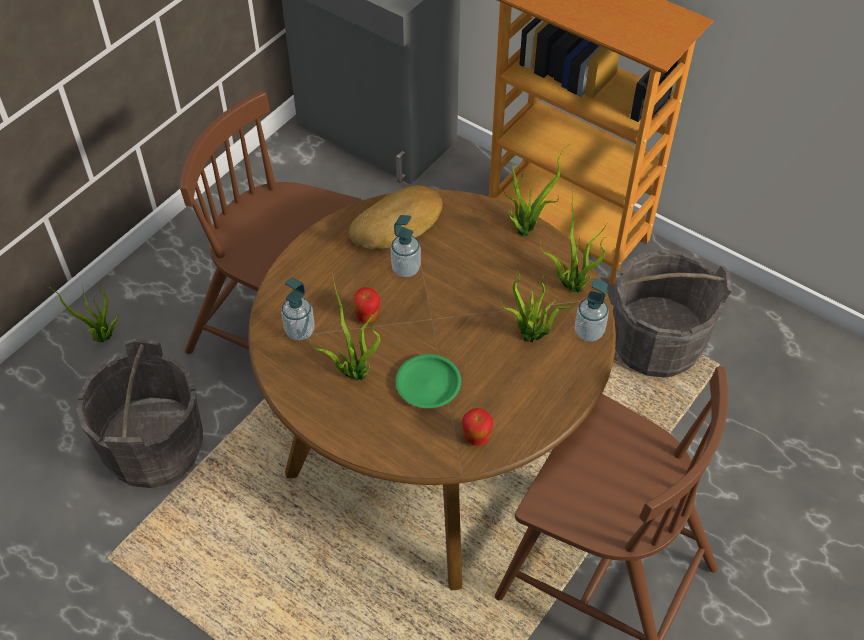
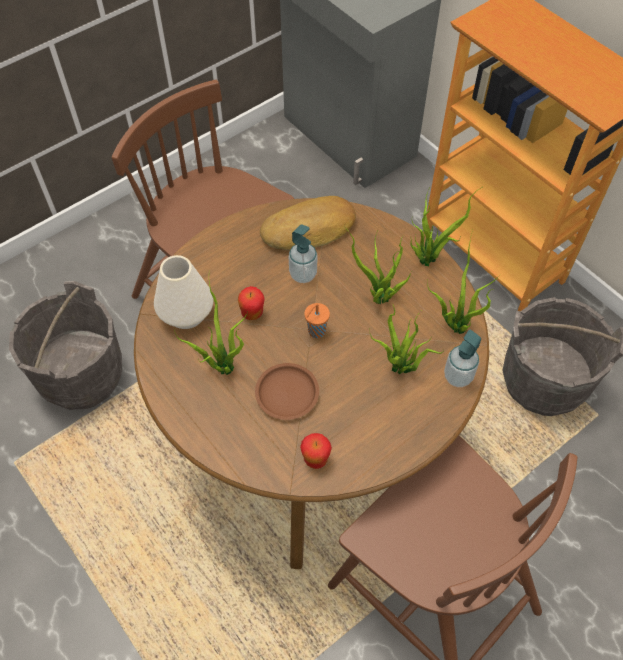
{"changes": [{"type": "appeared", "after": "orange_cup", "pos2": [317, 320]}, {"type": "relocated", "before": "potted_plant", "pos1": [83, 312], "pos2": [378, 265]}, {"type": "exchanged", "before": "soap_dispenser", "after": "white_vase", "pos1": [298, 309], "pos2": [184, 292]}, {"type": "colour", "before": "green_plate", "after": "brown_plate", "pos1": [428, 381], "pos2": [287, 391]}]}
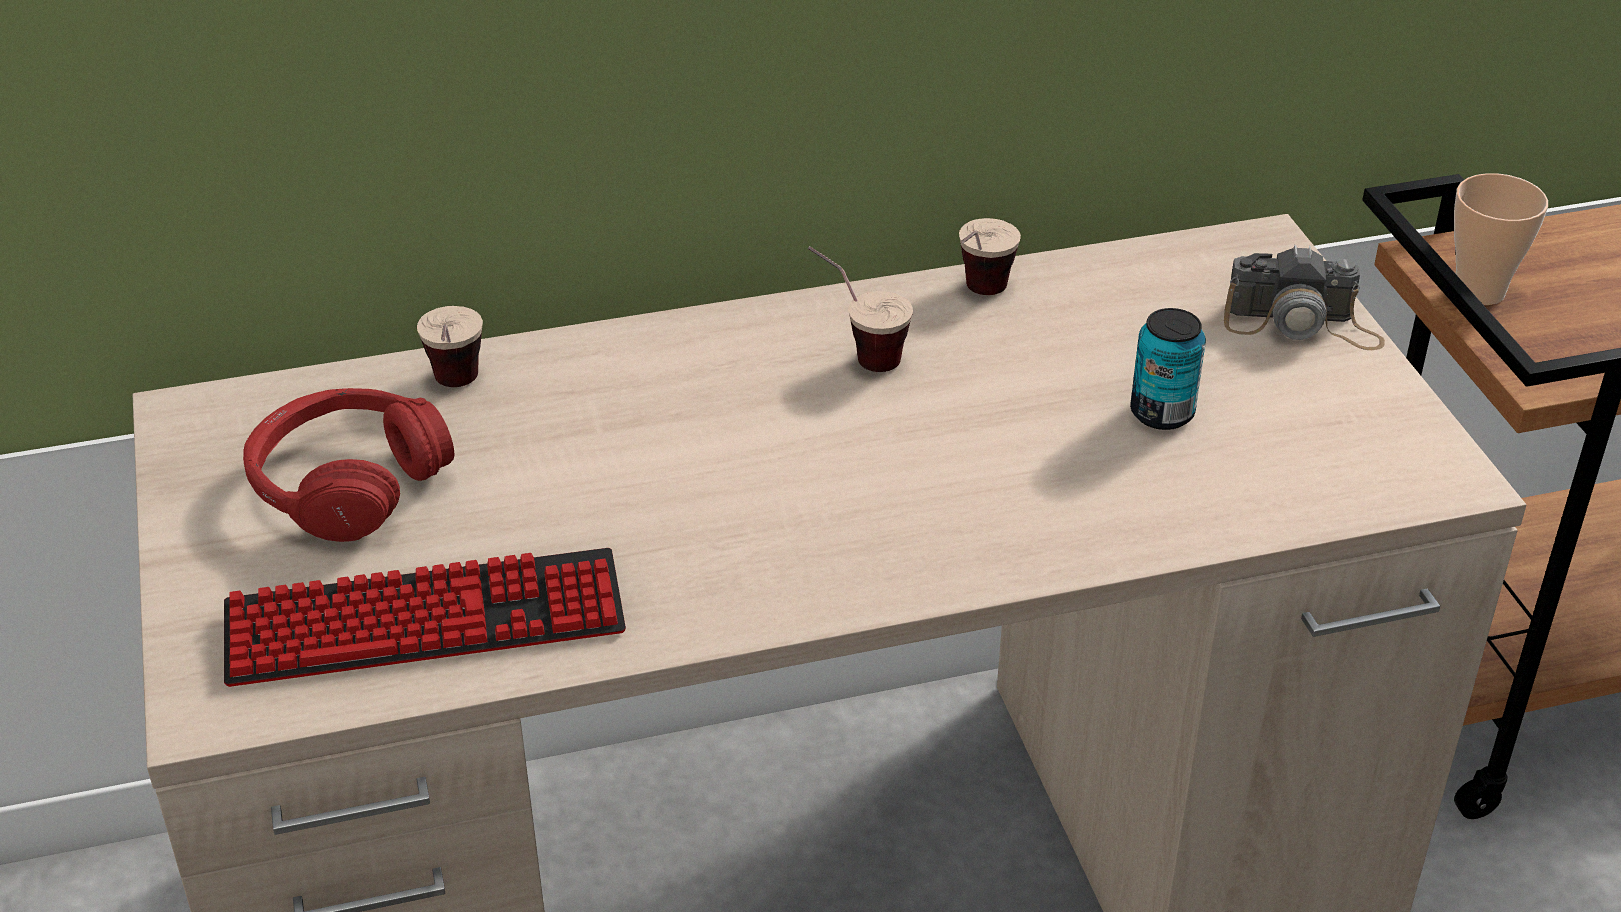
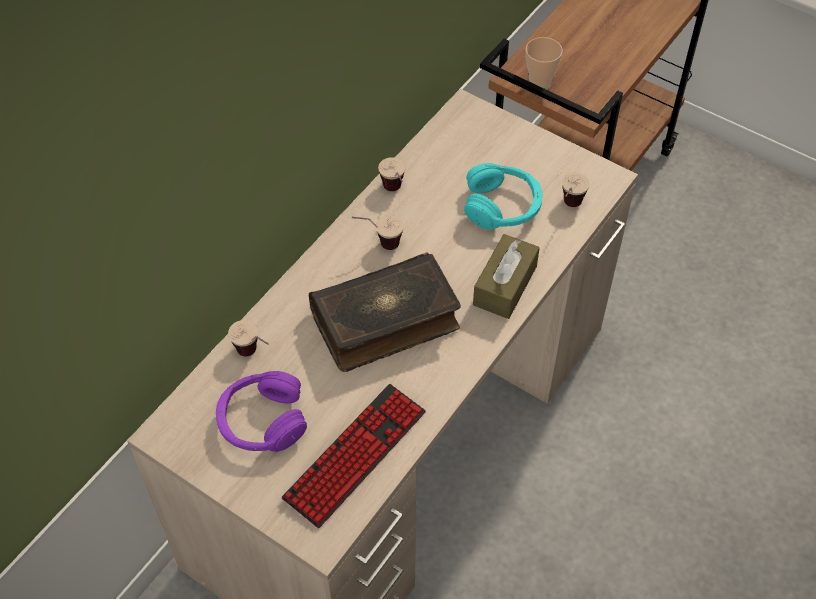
{"changes": [{"type": "missing", "before": "photo_camera", "pos1": [1304, 297]}, {"type": "appeared", "after": "book", "pos2": [385, 312]}, {"type": "appeared", "after": "brown_tissue_box", "pos2": [506, 276]}, {"type": "appeared", "after": "cup", "pos2": [576, 190]}, {"type": "exchanged", "before": "can", "after": "turquoise_headphones", "pos1": [1168, 369], "pos2": [503, 196]}, {"type": "colour", "before": "red_headphones", "after": "purple_headphones", "pos1": [348, 465], "pos2": [261, 411]}]}
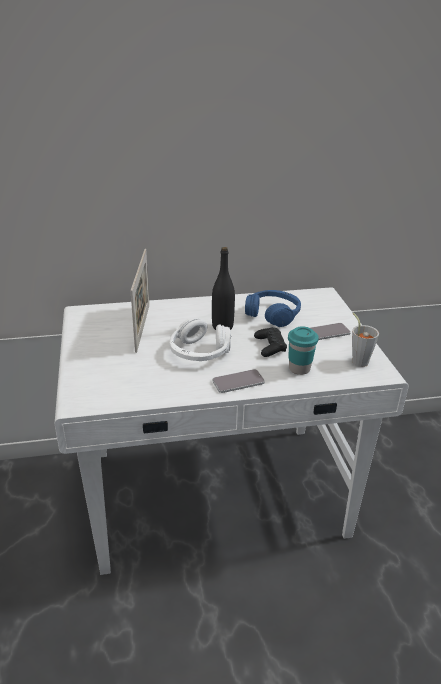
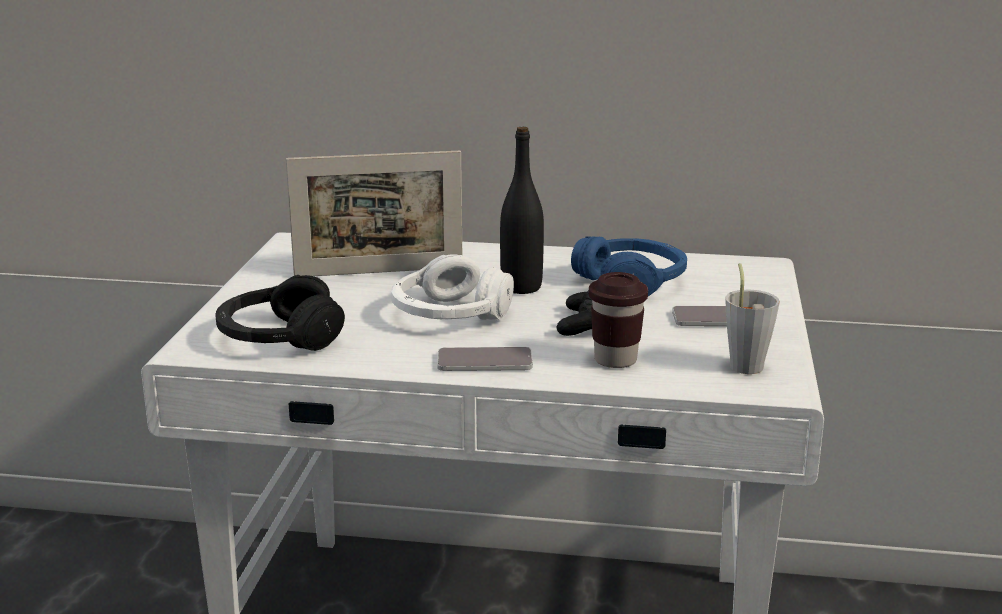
{"changes": [{"type": "appeared", "after": "black_headphones", "pos2": [280, 313]}, {"type": "colour", "before": "turquoise_cup", "after": "brown_cup", "pos1": [303, 350], "pos2": [618, 320]}, {"type": "spun", "before": "picture_frame", "pos1": [139, 301], "pos2": [374, 213], "turn": 60}]}
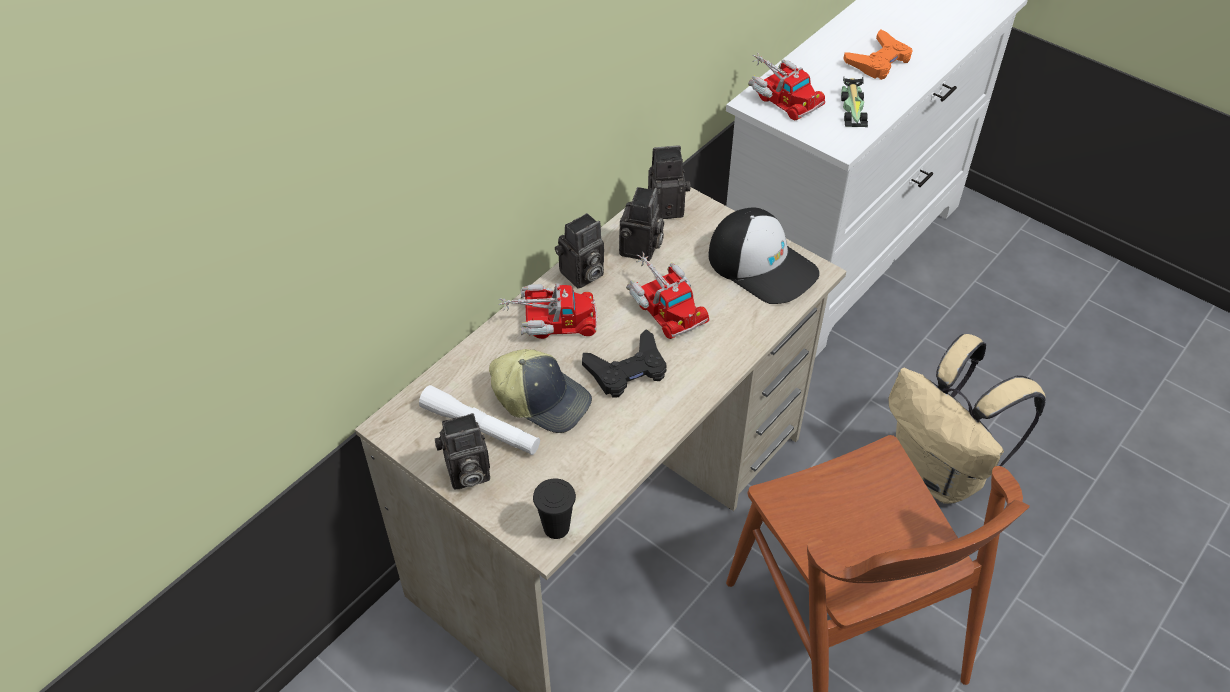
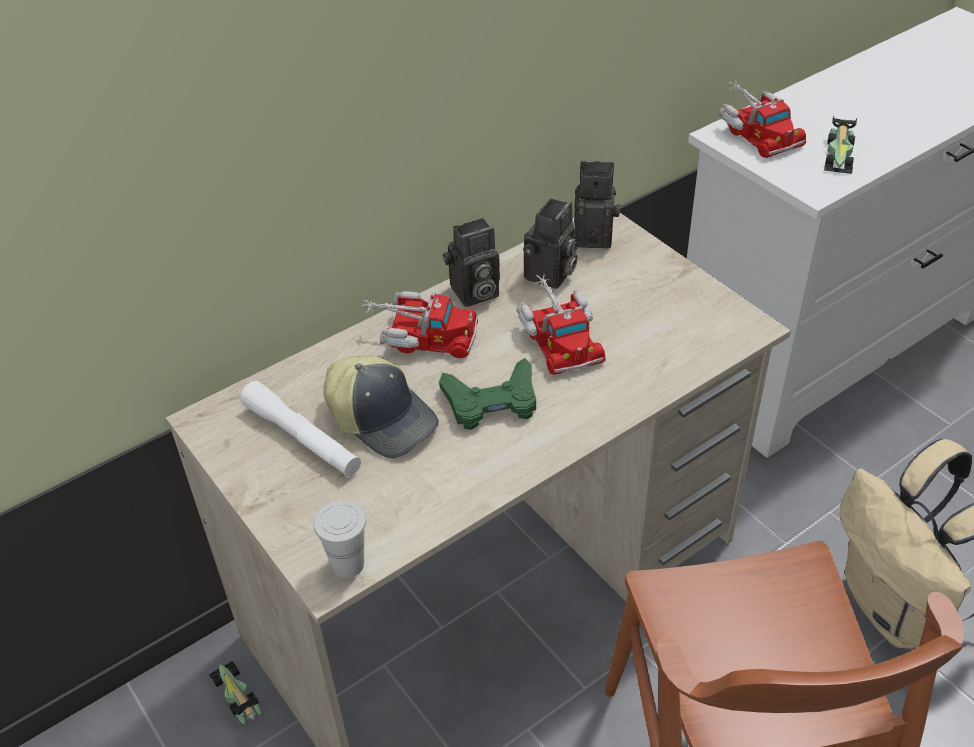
{"changes": [{"type": "missing", "before": "photo_camera", "pos1": [462, 451]}, {"type": "missing", "before": "cap", "pos1": [764, 255]}, {"type": "missing", "before": "orange_game_controller", "pos1": [878, 54]}, {"type": "appeared", "after": "toy_car", "pos2": [236, 693]}, {"type": "colour", "before": "black_cup", "after": "white_cup", "pos1": [554, 509], "pos2": [339, 539]}, {"type": "colour", "before": "black_game_controller", "after": "green_game_controller", "pos1": [624, 363], "pos2": [487, 394]}]}
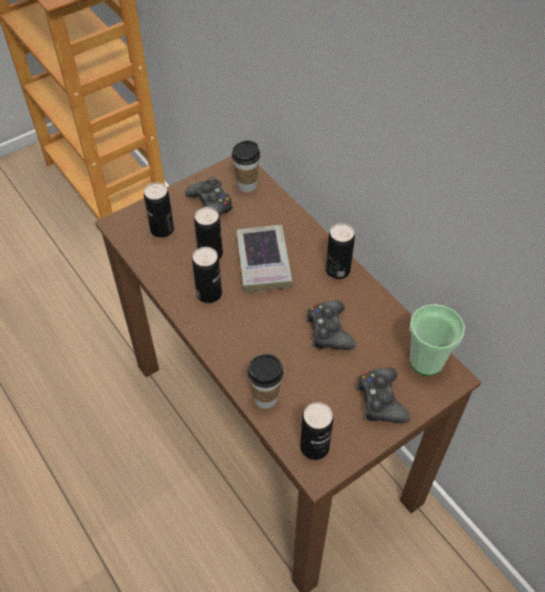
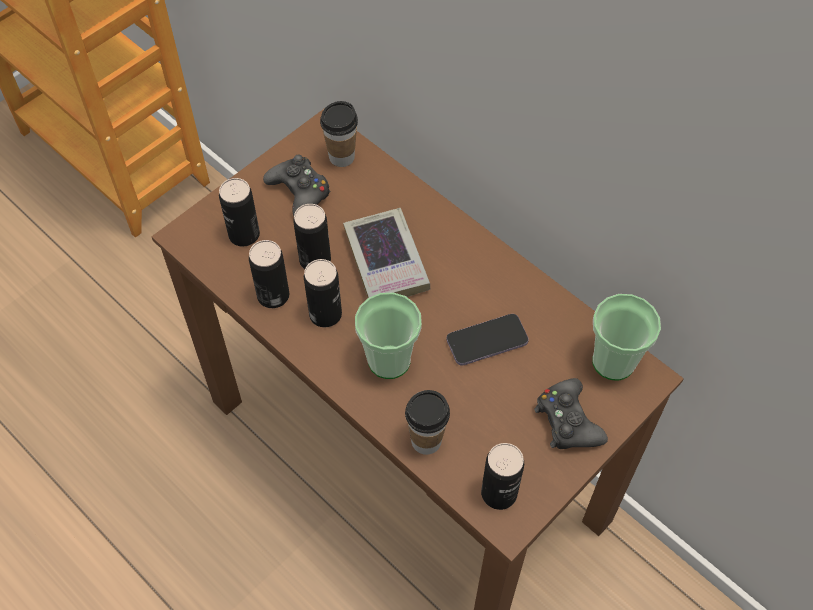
{"changes": [{"type": "appeared", "after": "cup", "pos2": [388, 335]}, {"type": "relocated", "before": "can", "pos1": [340, 251], "pos2": [269, 274]}, {"type": "exchanged", "before": "black_game_controller", "after": "phone", "pos1": [331, 325], "pos2": [488, 340]}]}
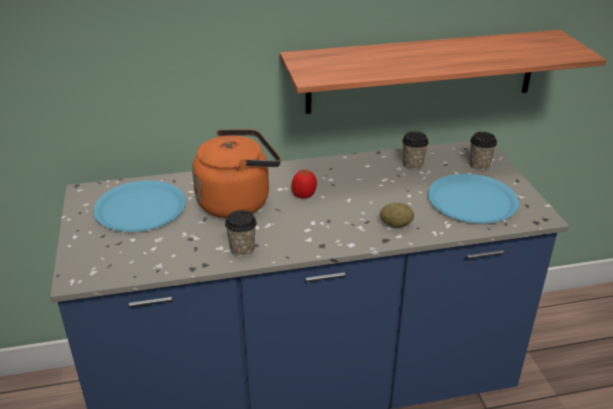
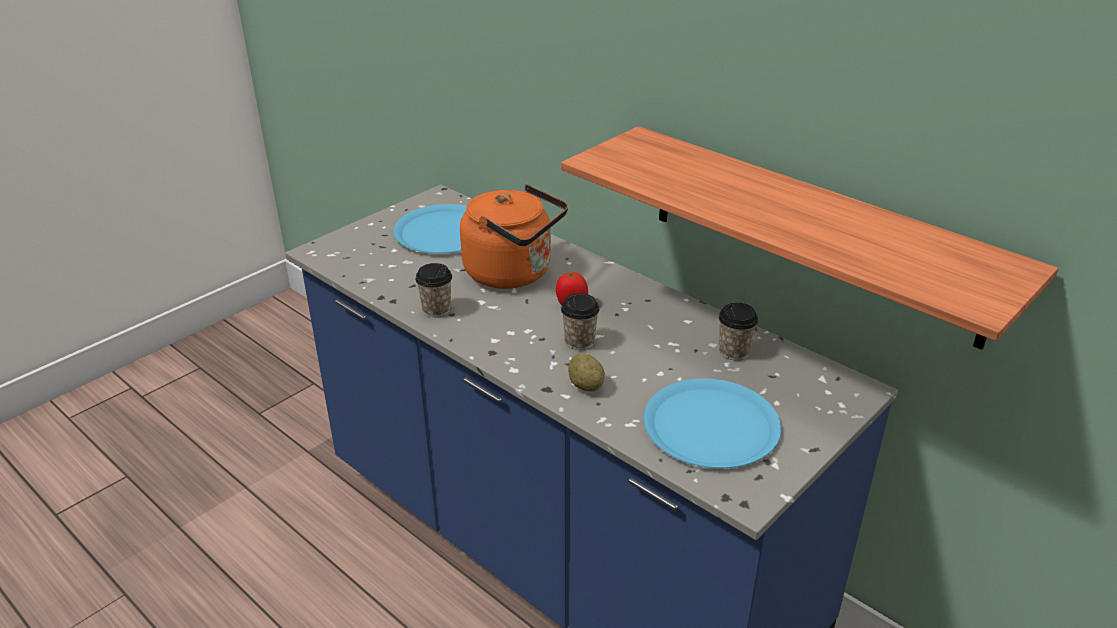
{"changes": [{"type": "relocated", "before": "cup", "pos1": [483, 151], "pos2": [580, 321]}]}
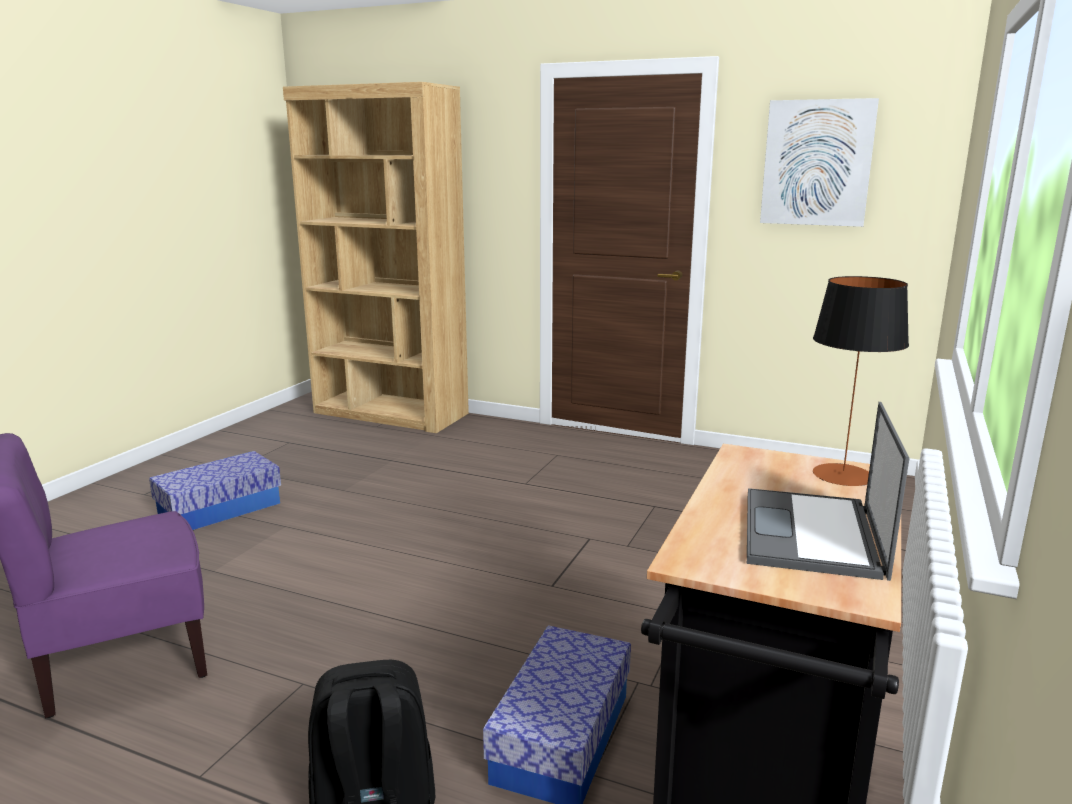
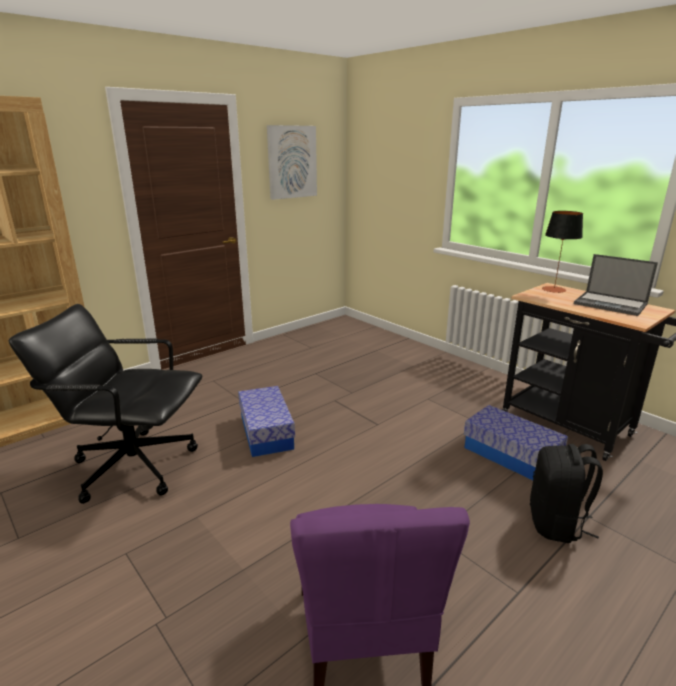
{"changes": [{"type": "appeared", "after": "black_office_chair", "pos2": [105, 404]}, {"type": "relocated", "before": "storage_box", "pos1": [215, 490], "pos2": [266, 421]}]}
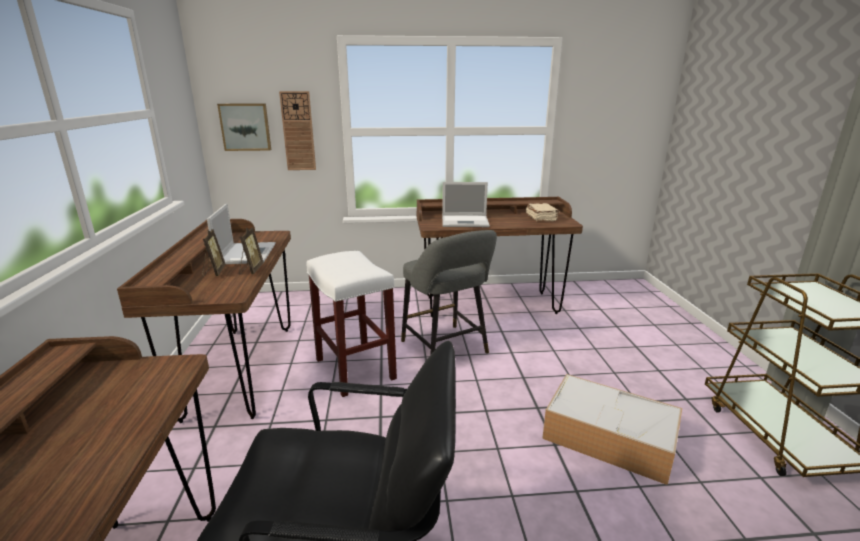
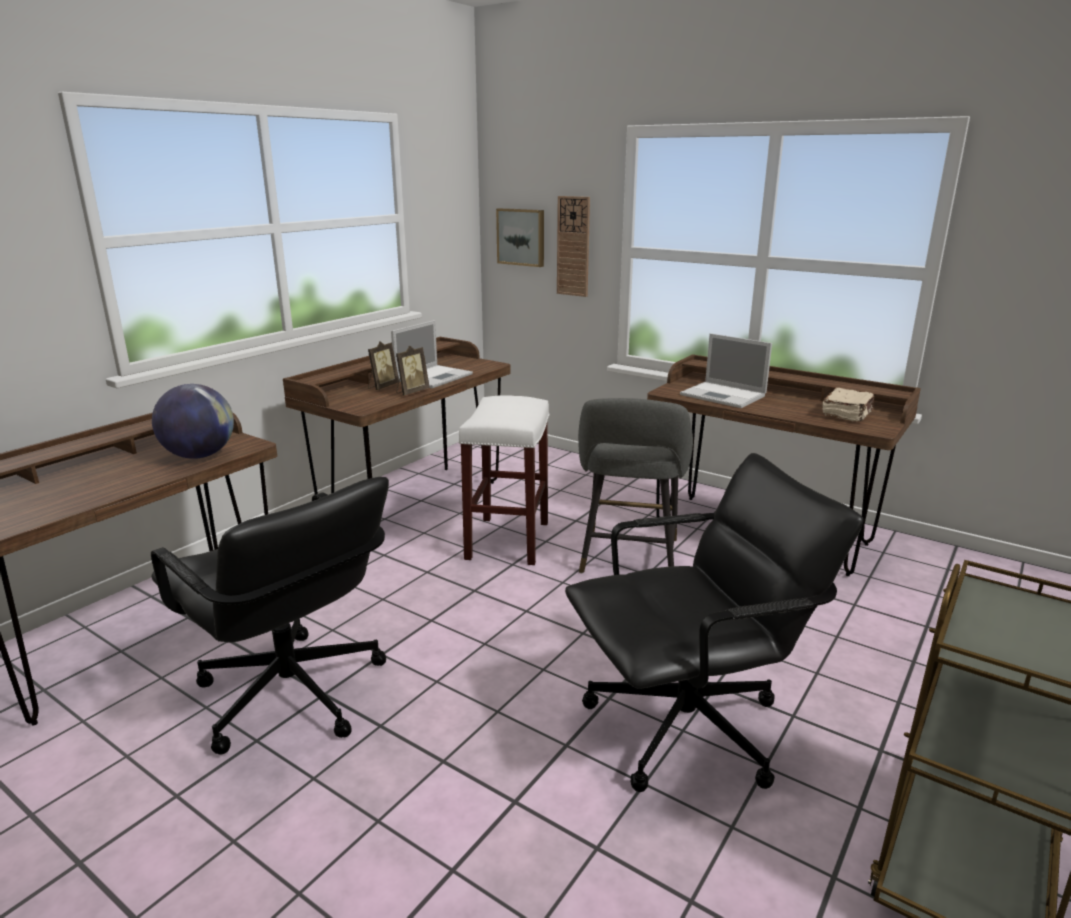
{"changes": [{"type": "appeared", "after": "globe", "pos2": [193, 421]}, {"type": "exchanged", "before": "storage_box", "after": "black_office_chair", "pos1": [612, 429], "pos2": [714, 622]}]}
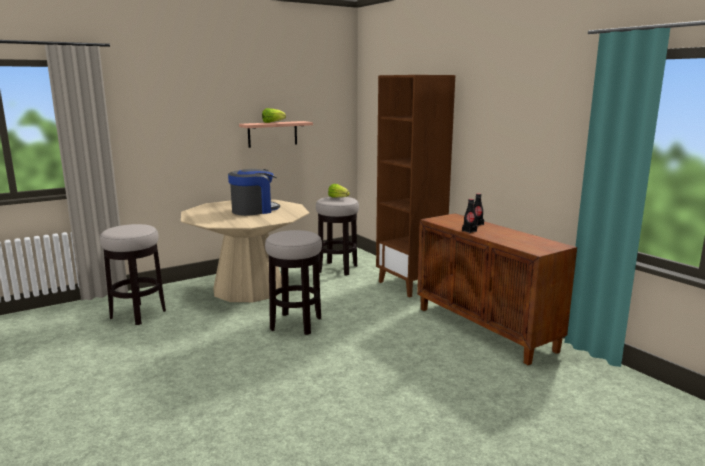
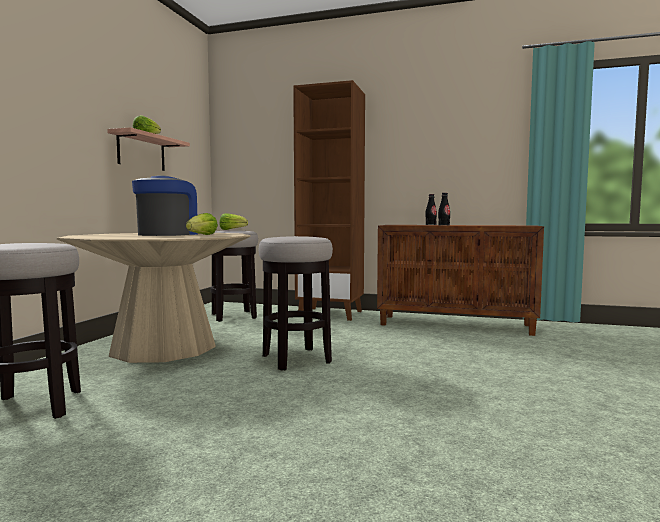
{"changes": [{"type": "appeared", "after": "lettuce", "pos2": [202, 224]}]}
